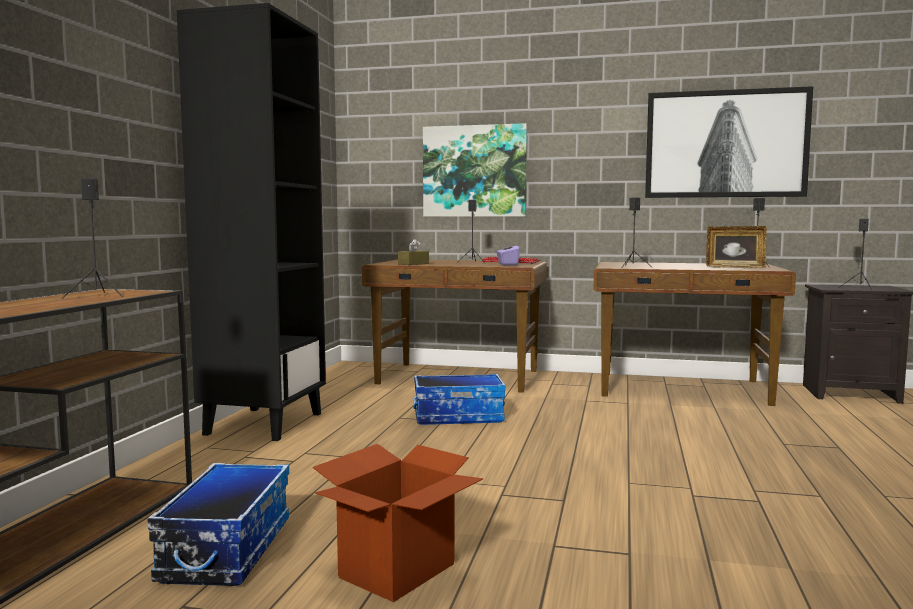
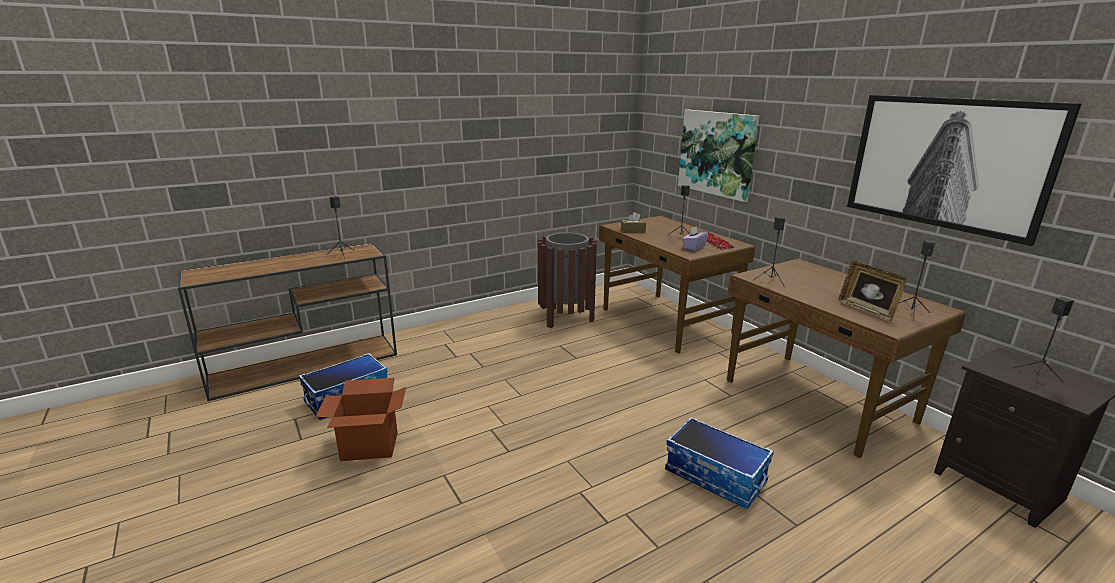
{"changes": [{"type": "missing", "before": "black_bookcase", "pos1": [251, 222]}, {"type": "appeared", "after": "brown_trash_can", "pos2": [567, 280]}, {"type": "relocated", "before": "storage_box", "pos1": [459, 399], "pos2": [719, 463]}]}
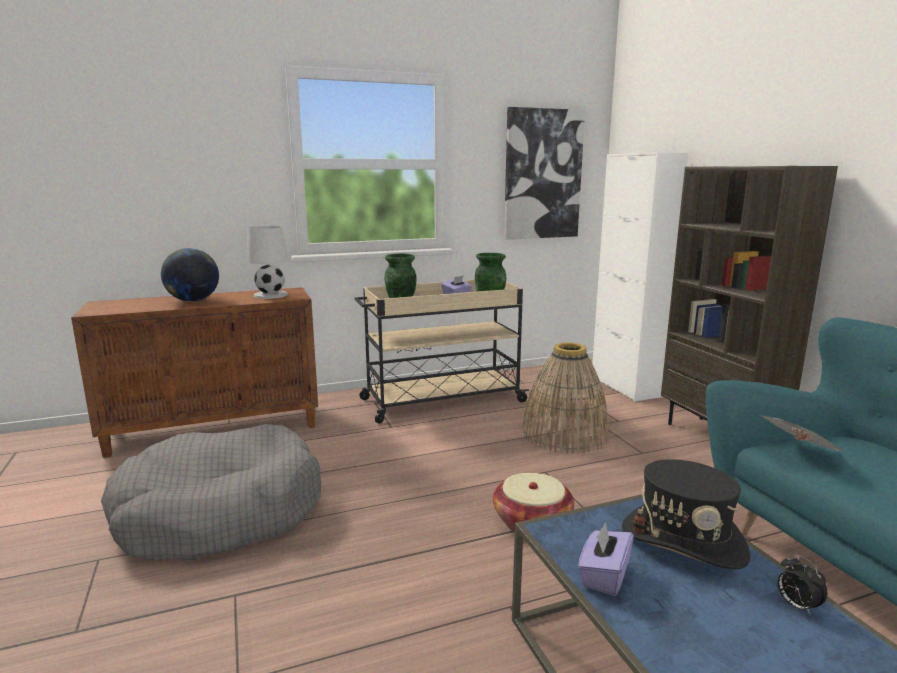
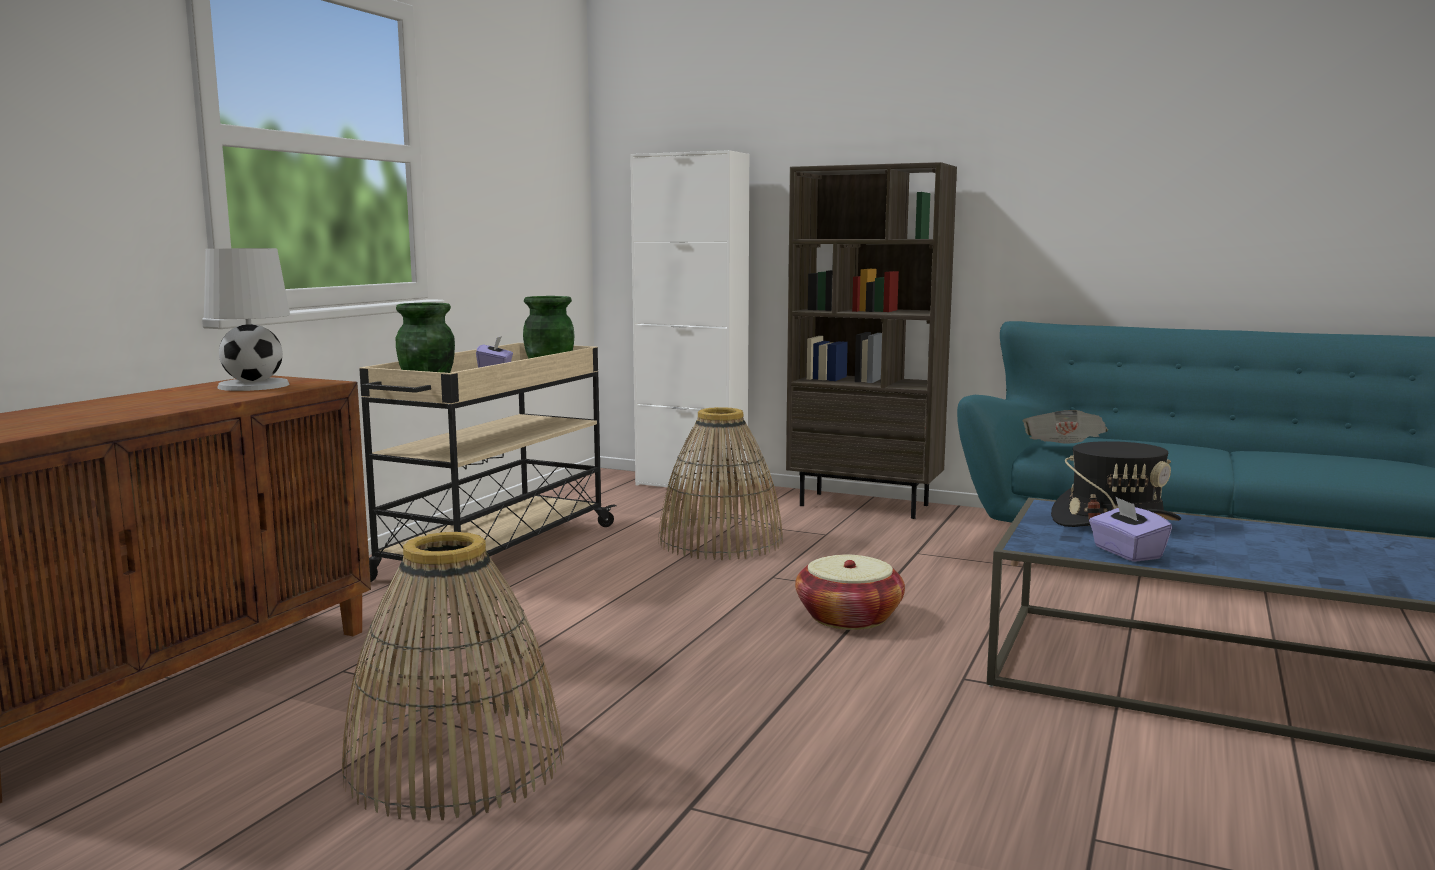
{"changes": [{"type": "missing", "before": "globe", "pos1": [190, 275]}, {"type": "missing", "before": "picture", "pos1": [544, 173]}, {"type": "missing", "before": "alarm_clock", "pos1": [802, 585]}, {"type": "exchanged", "before": "grey_dog_bed", "after": "basket", "pos1": [211, 492], "pos2": [453, 676]}]}
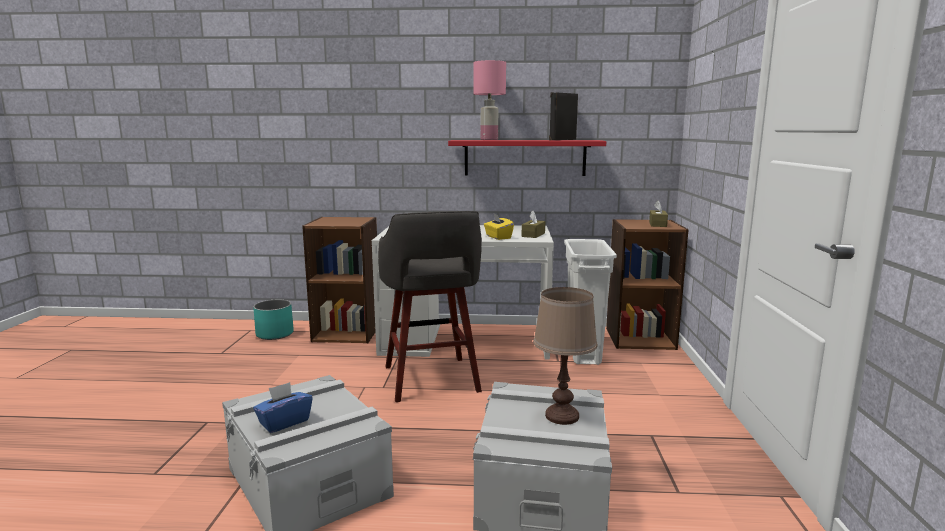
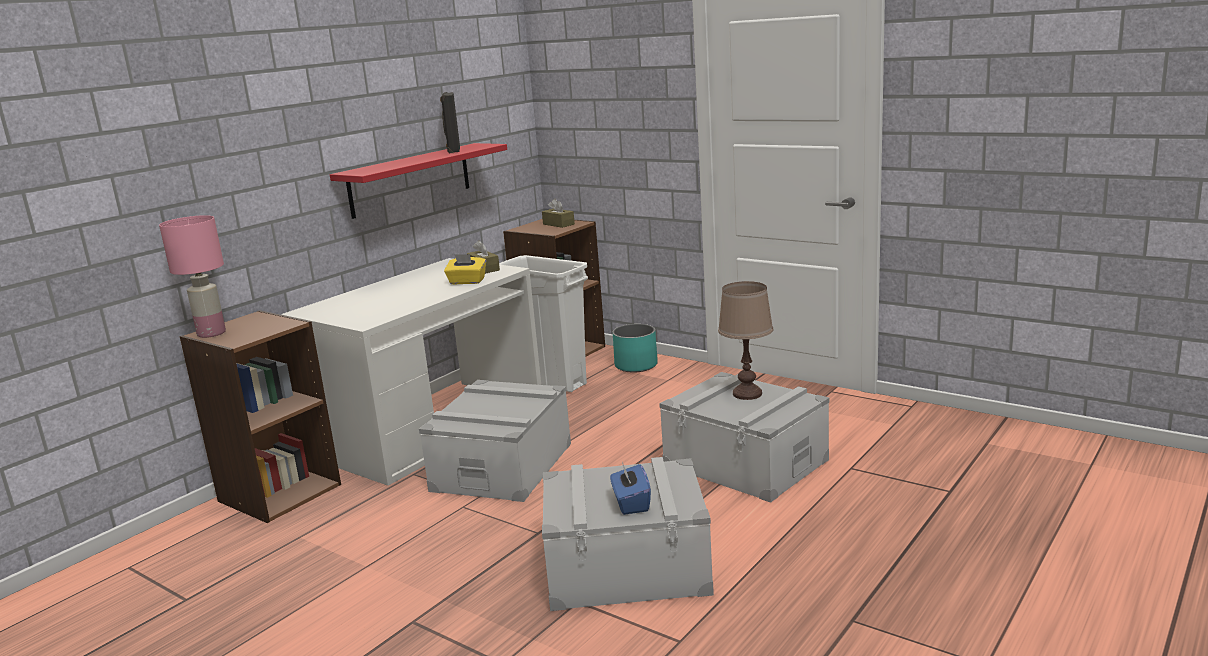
{"changes": [{"type": "relocated", "before": "turquoise_planter", "pos1": [273, 320], "pos2": [635, 348]}, {"type": "relocated", "before": "pink_table_lamp", "pos1": [489, 100], "pos2": [192, 276]}, {"type": "exchanged", "before": "grey_stool", "after": "grey_storage_box", "pos1": [430, 306], "pos2": [495, 441]}]}
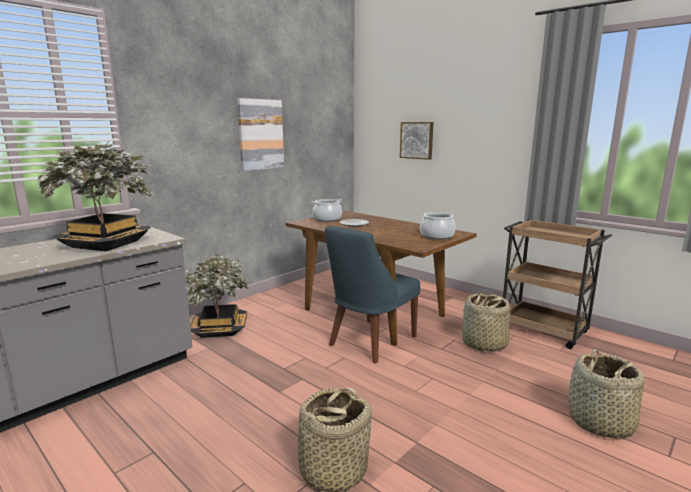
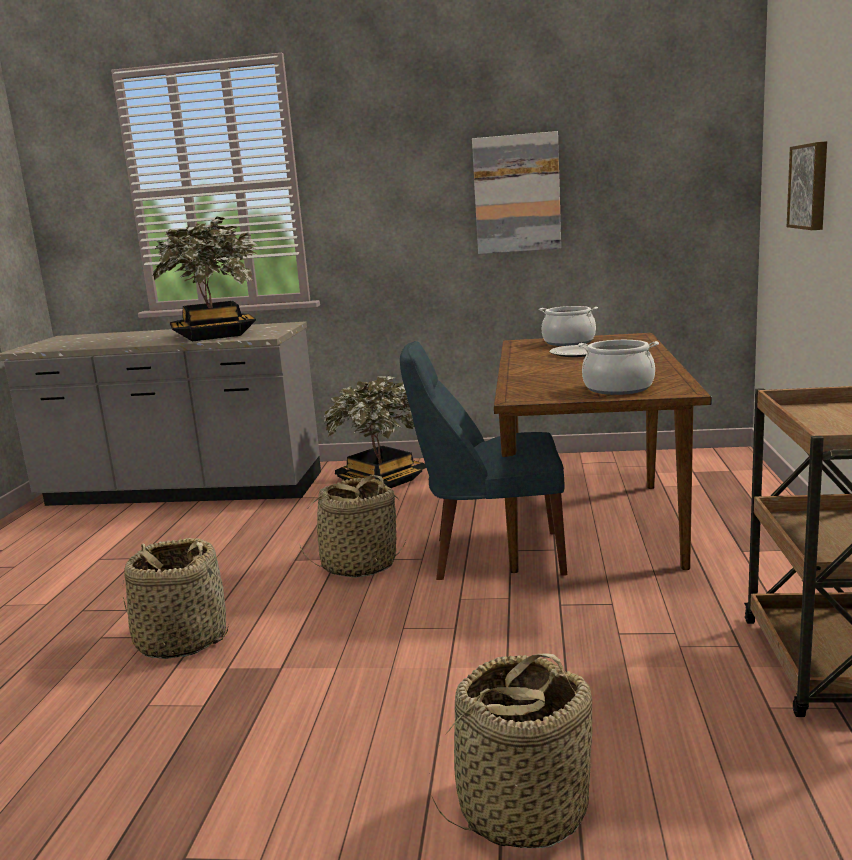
{"changes": [{"type": "relocated", "before": "basket", "pos1": [486, 321], "pos2": [352, 526]}]}
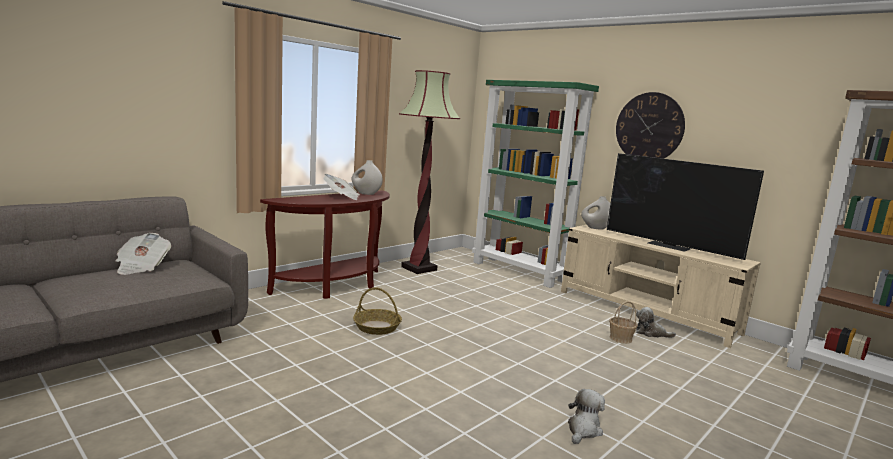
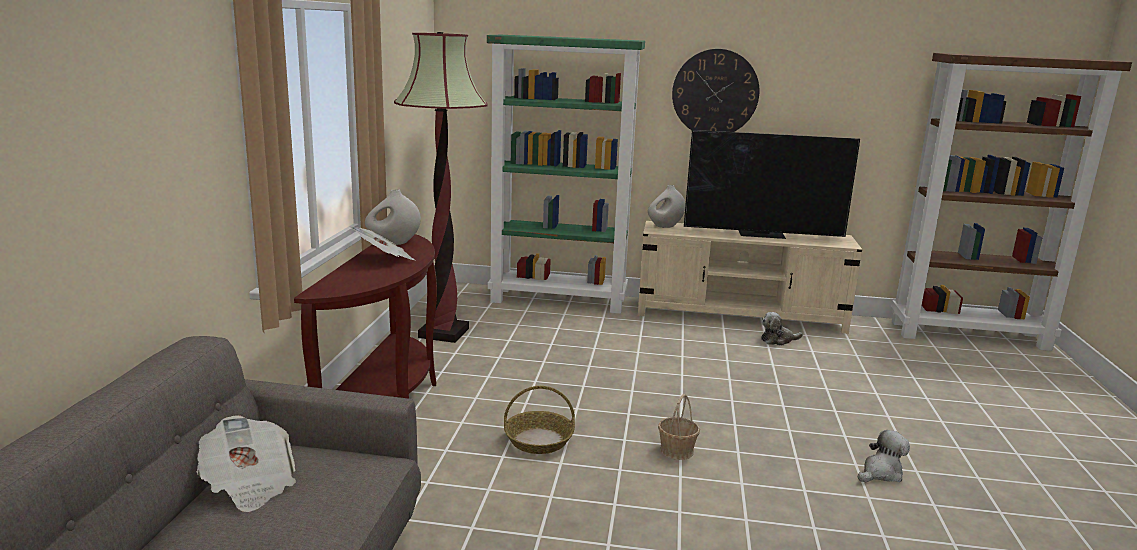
{"changes": [{"type": "relocated", "before": "basket", "pos1": [623, 322], "pos2": [679, 427]}, {"type": "spun", "before": "plush_toy", "pos1": [586, 416], "pos2": [884, 456], "turn": 60}]}
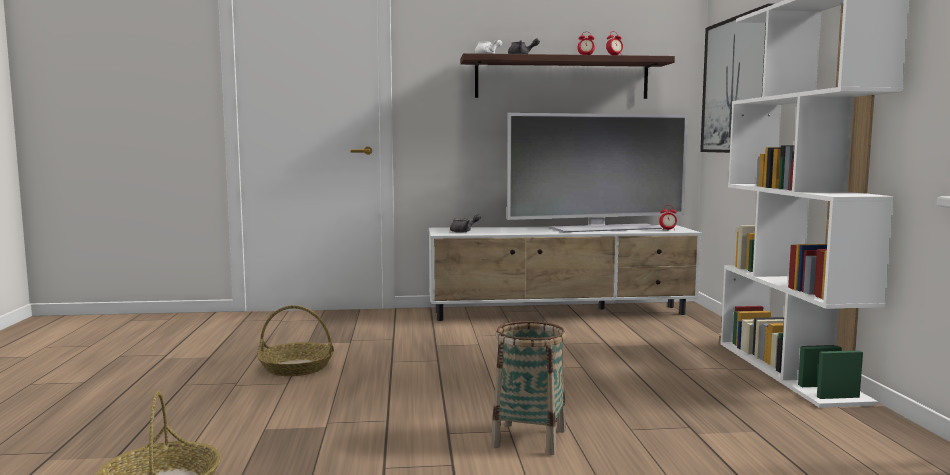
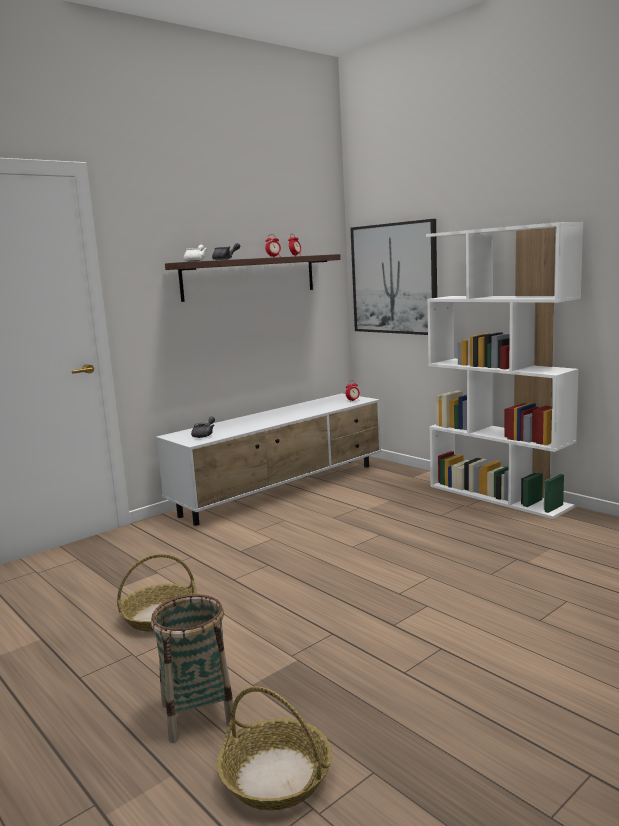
{"changes": [{"type": "missing", "before": "television", "pos1": [597, 172]}, {"type": "relocated", "before": "basket", "pos1": [528, 388], "pos2": [193, 668]}]}
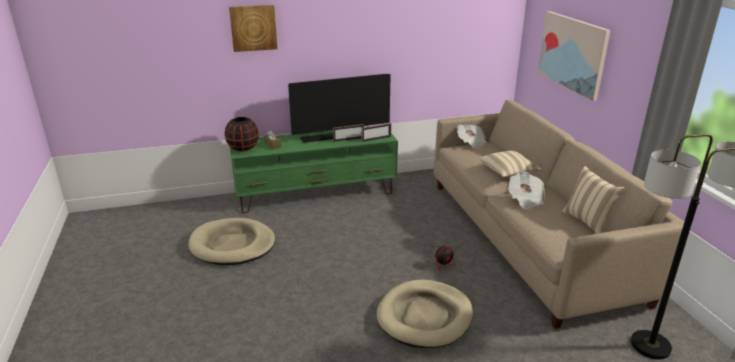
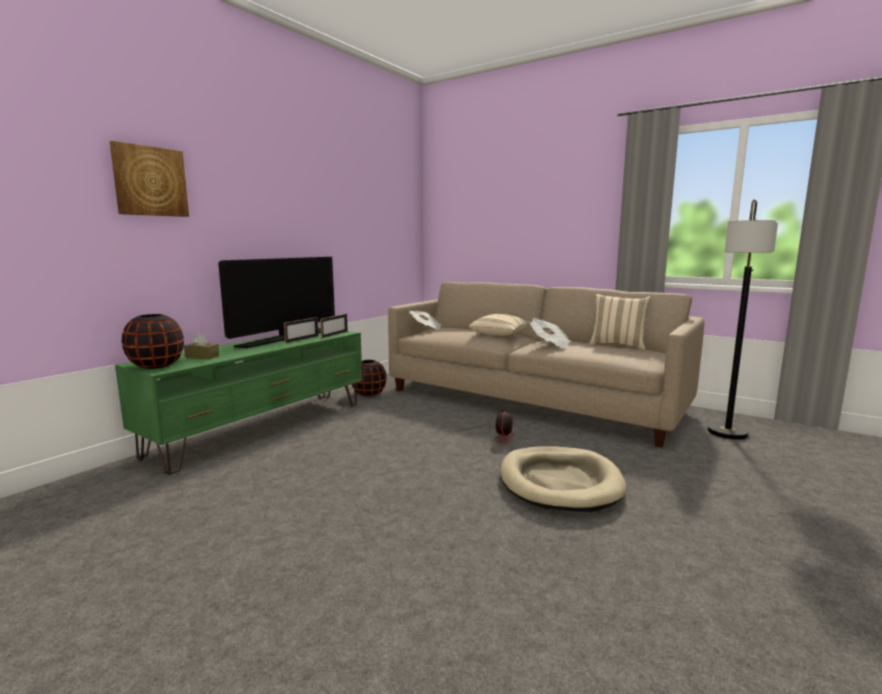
{"changes": [{"type": "missing", "before": "beige_dog_bed", "pos1": [231, 241]}, {"type": "missing", "before": "picture", "pos1": [574, 56]}, {"type": "appeared", "after": "black_vase", "pos2": [369, 378]}]}
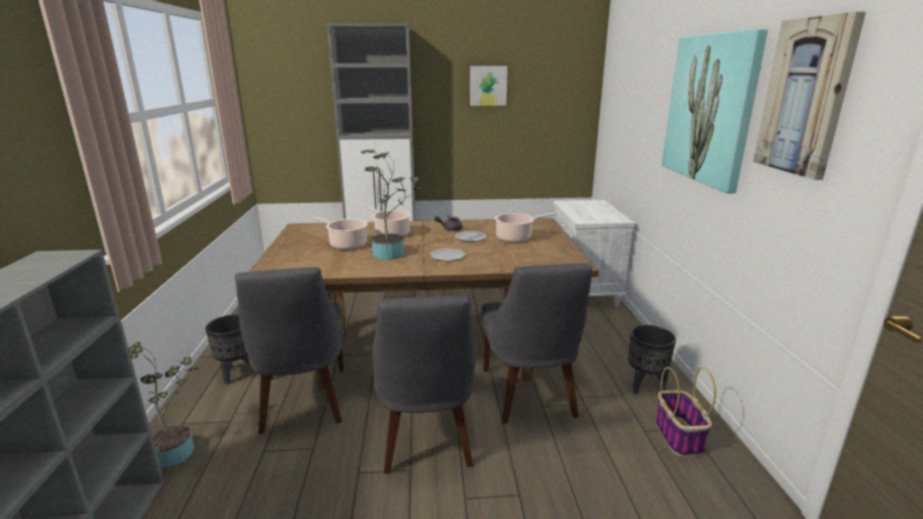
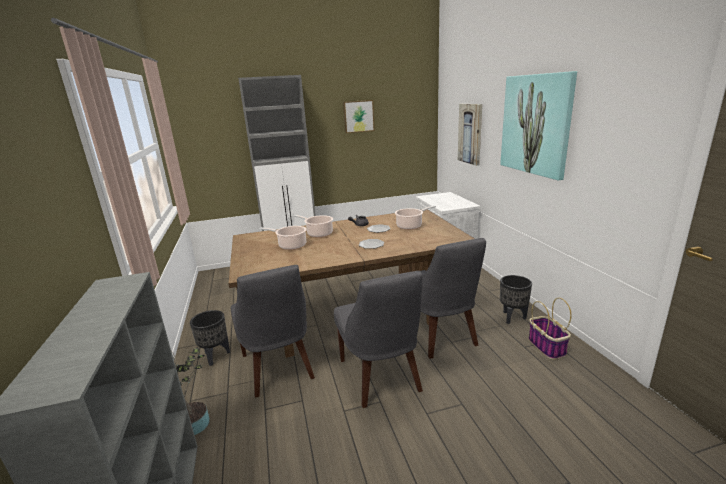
{"changes": [{"type": "missing", "before": "potted_plant", "pos1": [391, 205]}, {"type": "relocated", "before": "picture", "pos1": [809, 96], "pos2": [470, 135]}]}
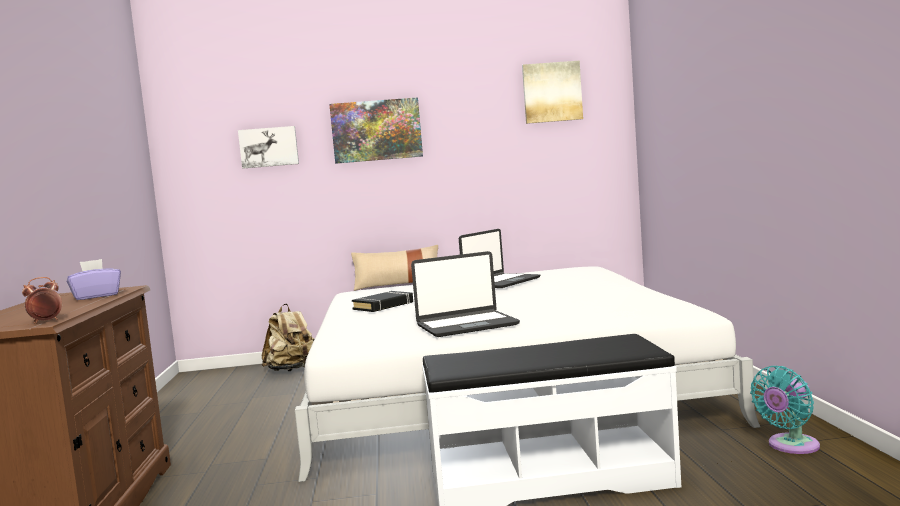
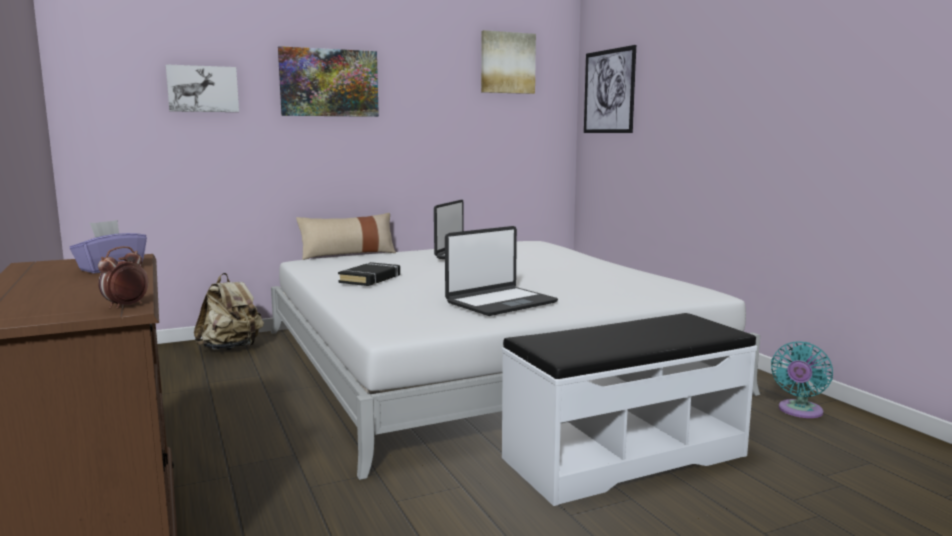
{"changes": [{"type": "appeared", "after": "picture", "pos2": [610, 89]}]}
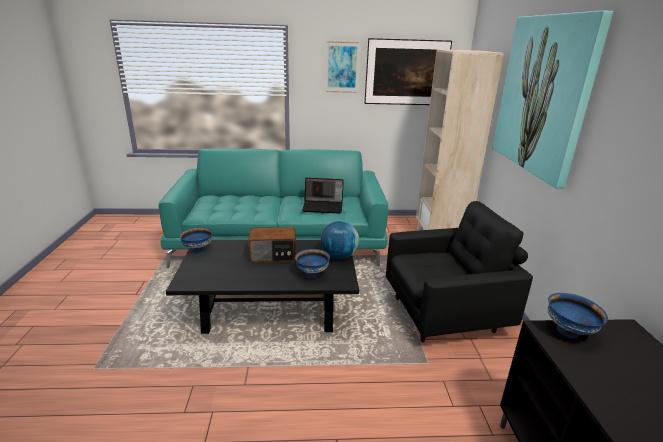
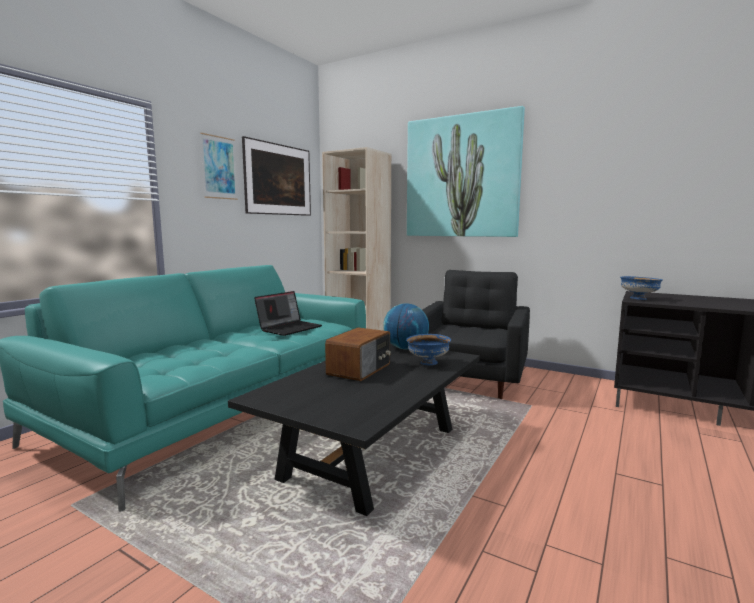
{"changes": [{"type": "missing", "before": "blue_bowl", "pos1": [196, 240]}]}
